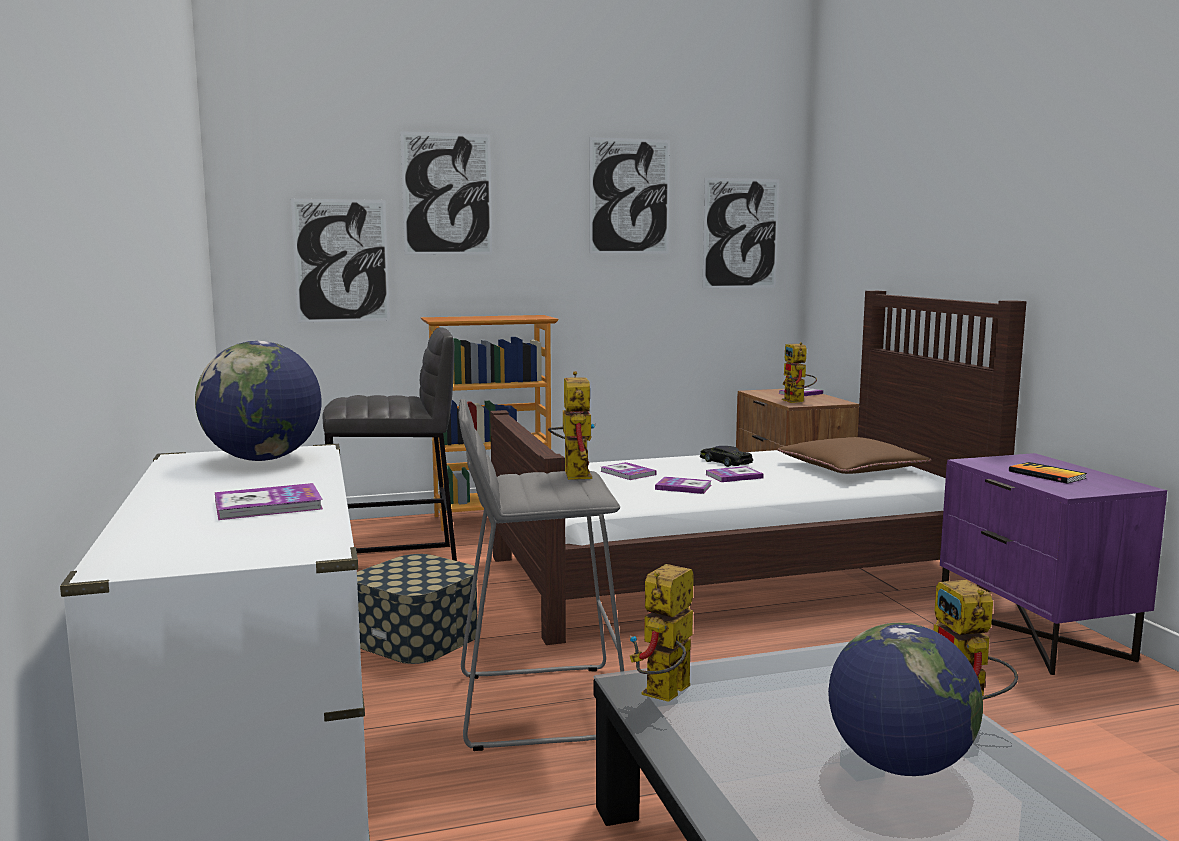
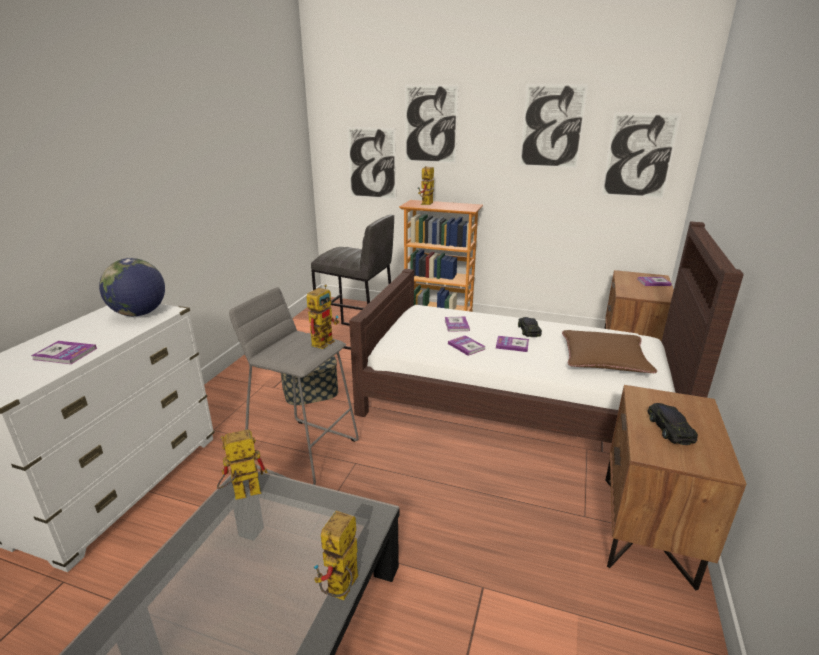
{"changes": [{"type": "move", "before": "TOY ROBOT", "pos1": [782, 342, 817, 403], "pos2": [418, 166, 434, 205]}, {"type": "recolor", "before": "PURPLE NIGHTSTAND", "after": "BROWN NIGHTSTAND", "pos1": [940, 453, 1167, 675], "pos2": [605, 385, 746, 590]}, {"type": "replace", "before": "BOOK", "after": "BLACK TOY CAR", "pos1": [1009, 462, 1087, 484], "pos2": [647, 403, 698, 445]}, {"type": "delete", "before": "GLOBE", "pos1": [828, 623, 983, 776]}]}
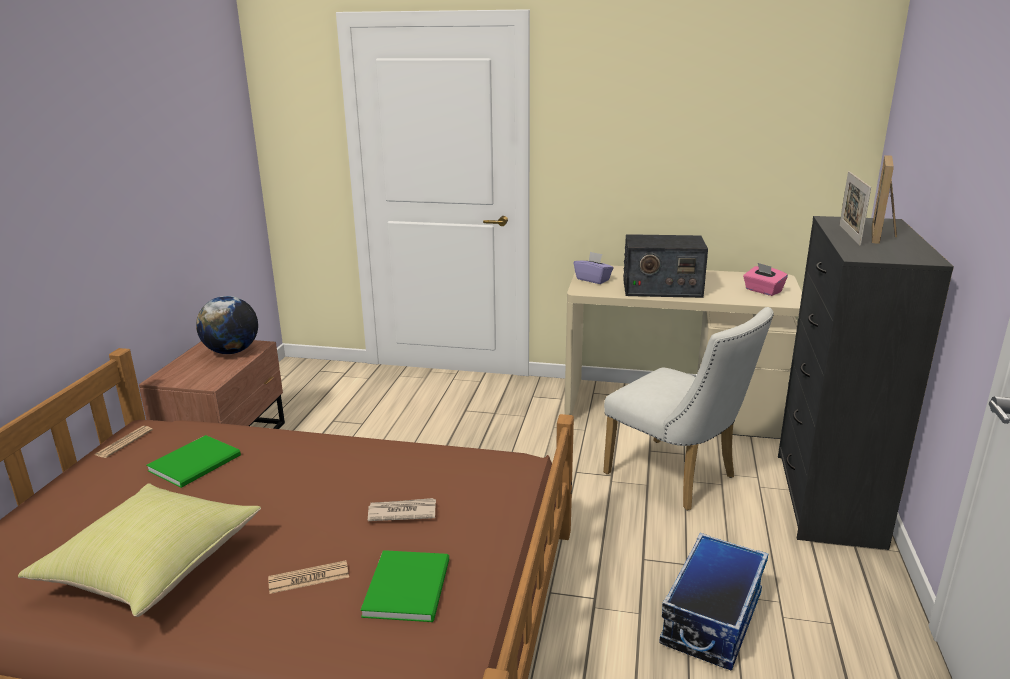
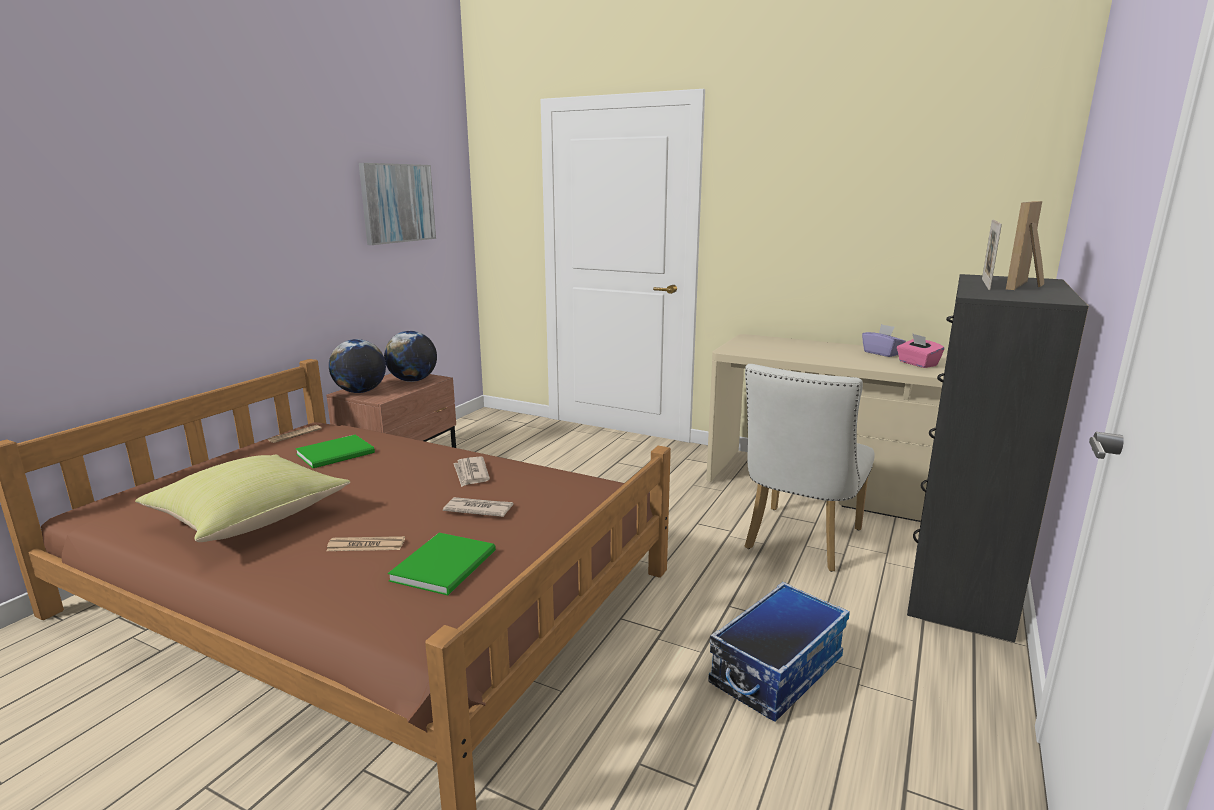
{"changes": [{"type": "delete", "before": "RADIO", "pos1": [623, 234, 708, 298]}, {"type": "move", "before": "PURPLE TISSUE BOX", "pos1": [574, 251, 614, 284], "pos2": [862, 324, 906, 357]}, {"type": "rotate", "before": "WHITE CHAIR", "pos1": [603, 307, 774, 510], "pos2": [745, 364, 875, 572], "turn": 60}, {"type": "insert", "after": "PICTURE", "pos2": [359, 163, 436, 245]}, {"type": "insert", "after": "GLOBE", "pos2": [329, 339, 386, 393]}, {"type": "insert", "after": "NEWSPAPER", "pos2": [453, 456, 490, 487]}]}
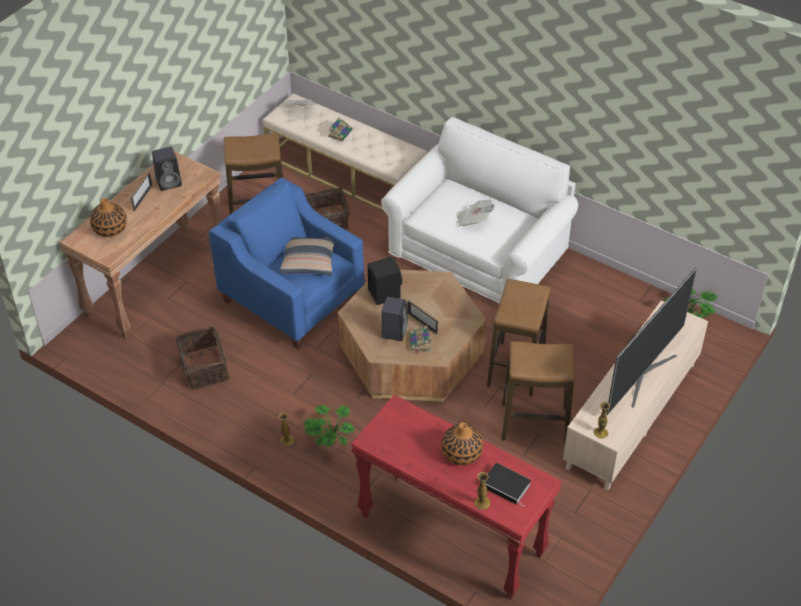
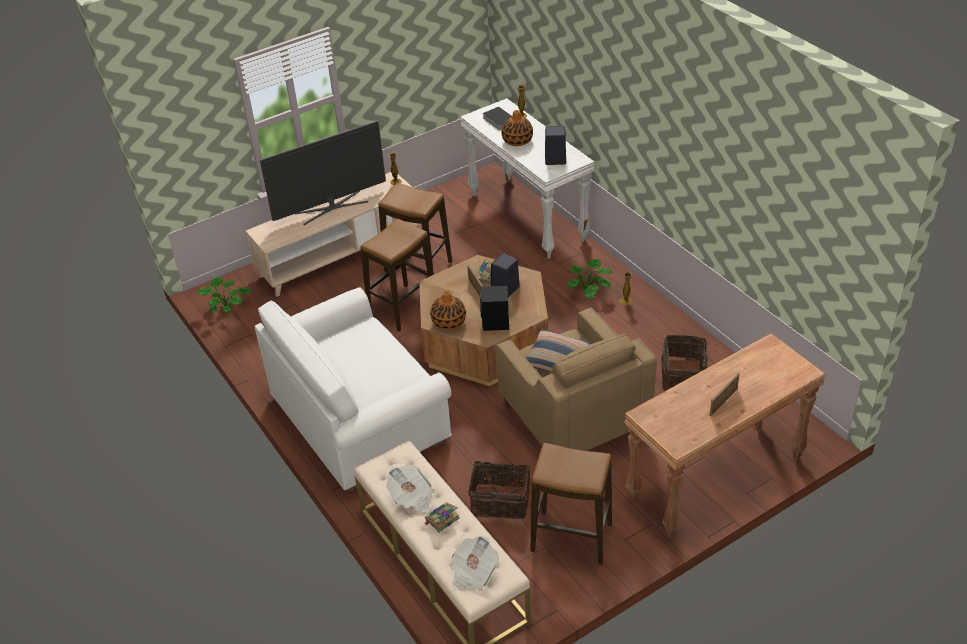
{"changes": [{"type": "move", "before": "BLACK SPEAKER", "pos1": [152, 147, 182, 191], "pos2": [545, 126, 566, 165]}, {"type": "recolor", "before": "BLUE ARMCHAIR", "after": "BEIGE ARMCHAIR", "pos1": [209, 178, 365, 349], "pos2": [496, 307, 657, 451]}, {"type": "move", "before": "VASE", "pos1": [90, 198, 127, 237], "pos2": [430, 291, 466, 330]}, {"type": "move", "before": "NEWSPAPER", "pos1": [456, 200, 495, 226], "pos2": [386, 465, 435, 513]}, {"type": "recolor", "before": "RED CONSOLE TABLE", "after": "WHITE CONSOLE TABLE", "pos1": [351, 394, 562, 600], "pos2": [460, 98, 595, 259]}]}
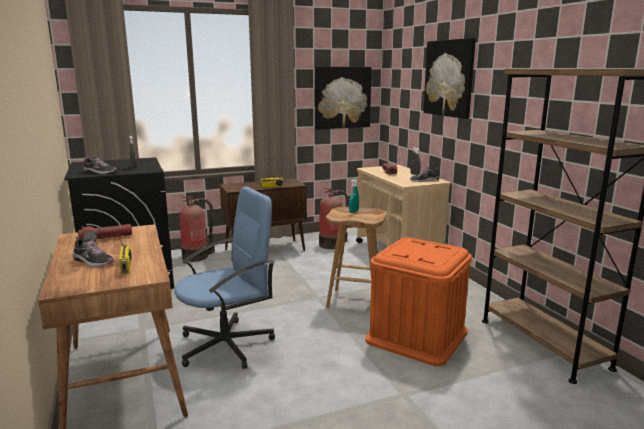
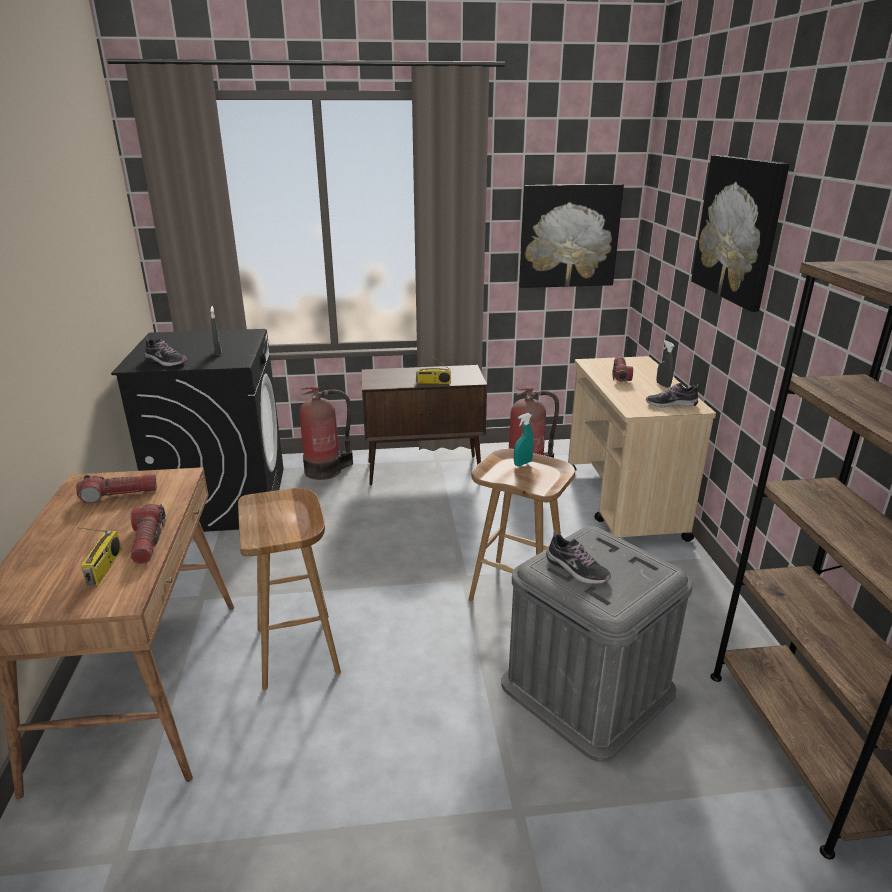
{"changes": [{"type": "replace", "before": "BLUE OFFICE CHAIR", "after": "BROWN STOOL", "pos1": [175, 186, 275, 369], "pos2": [238, 488, 341, 690]}, {"type": "move", "before": "SHOE", "pos1": [73, 236, 114, 267], "pos2": [546, 531, 611, 584]}, {"type": "recolor", "before": "ORANGE STORAGE BOX", "after": "GREY STORAGE BOX", "pos1": [366, 237, 472, 366], "pos2": [501, 526, 693, 762]}, {"type": "insert", "after": "FLASHLIGHT", "pos2": [131, 504, 166, 564]}]}
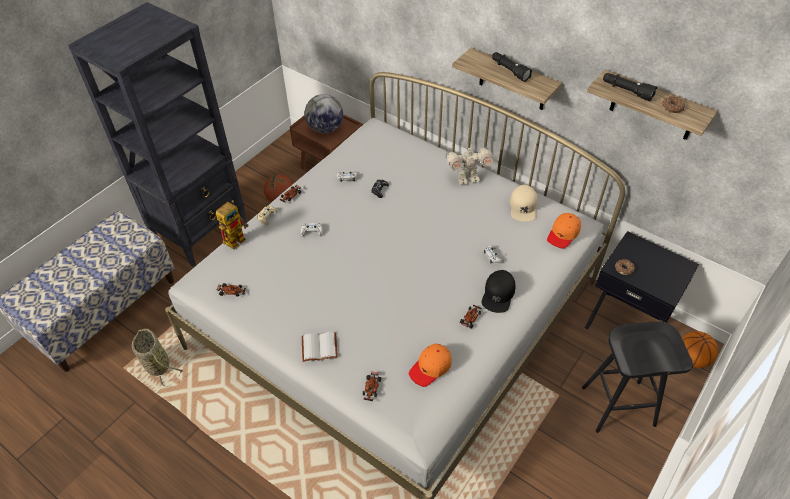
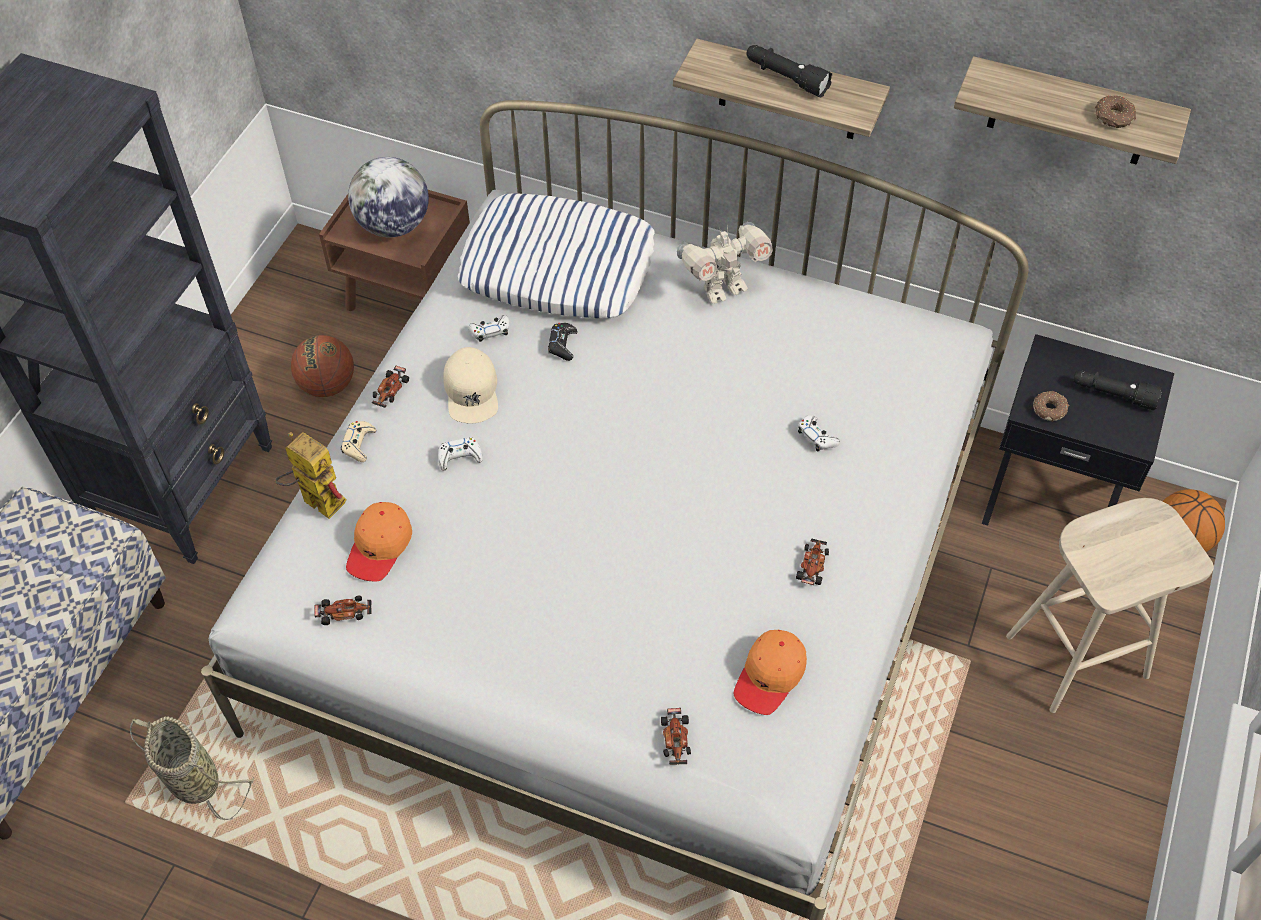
{"changes": [{"type": "move", "before": "BLACK FLASHLIGHT", "pos1": [603, 73, 657, 101], "pos2": [1073, 370, 1162, 410]}, {"type": "move", "before": "BEIGE CAP", "pos1": [510, 185, 538, 222], "pos2": [443, 347, 498, 424]}, {"type": "rotate", "before": "TOY ROBOT", "pos1": [216, 200, 249, 250], "pos2": [275, 432, 347, 519], "turn": -75}, {"type": "move", "before": "ORANGE CAP", "pos1": [547, 213, 581, 249], "pos2": [346, 502, 412, 581]}, {"type": "delete", "before": "BLACK CAP", "pos1": [482, 270, 515, 313]}, {"type": "recolor", "before": "BLACK STOOL", "after": "BEIGE STOOL", "pos1": [582, 322, 693, 433], "pos2": [1006, 498, 1214, 713]}, {"type": "delete", "before": "WHITE BOOK", "pos1": [302, 332, 338, 362]}, {"type": "insert", "after": "PILLOW", "pos2": [458, 194, 655, 319]}]}
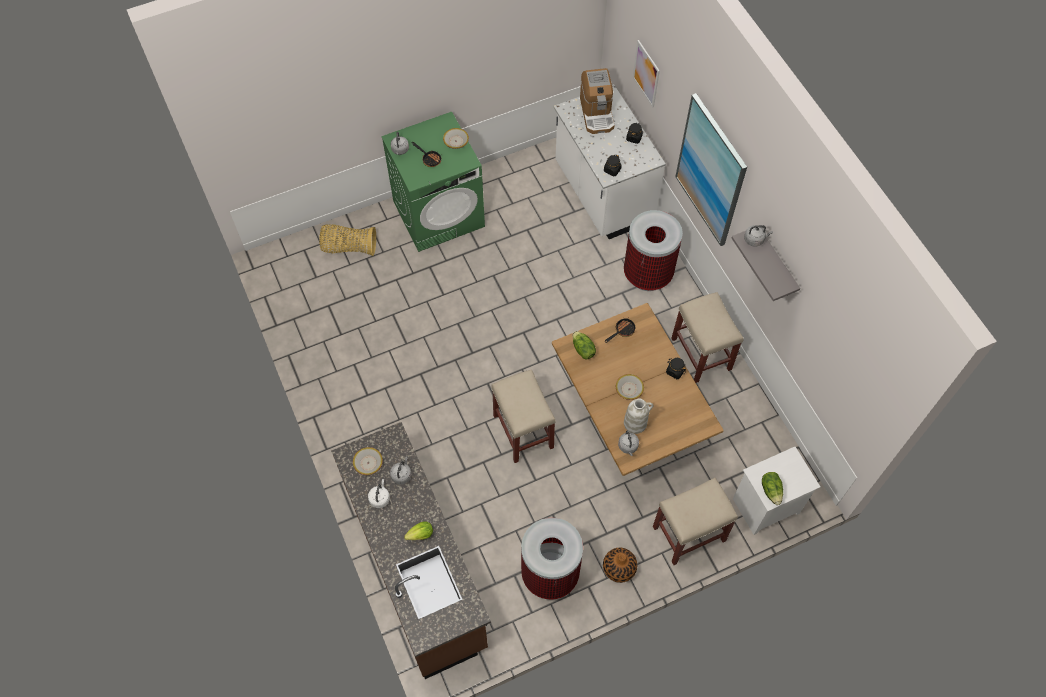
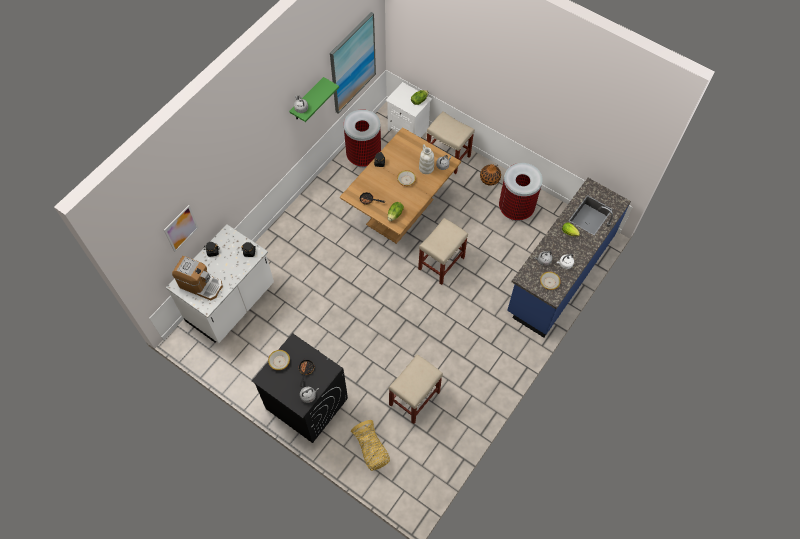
{"changes": [{"type": "rotate", "before": "COFFEE MACHINE", "pos1": [580, 68, 614, 134], "pos2": [172, 256, 223, 300], "turn": 60}, {"type": "move", "before": "PICTURE", "pos1": [675, 93, 747, 246], "pos2": [330, 12, 376, 113]}, {"type": "recolor", "before": "GREEN WASHING MACHINE", "after": "BLACK WASHING MACHINE", "pos1": [381, 112, 485, 252], "pos2": [252, 333, 348, 443]}, {"type": "move", "before": "TRASH CAN", "pos1": [624, 210, 683, 291], "pos2": [344, 109, 381, 168]}, {"type": "recolor", "before": "GREY SHELF", "after": "GREEN SHELF", "pos1": [731, 231, 800, 301], "pos2": [289, 77, 339, 122]}, {"type": "move", "before": "BEIGE STOOL", "pos1": [671, 292, 744, 383], "pos2": [389, 354, 443, 424]}, {"type": "recolor", "before": "BROWN COUNTER", "after": "BLUE COUNTER", "pos1": [331, 422, 491, 679], "pos2": [507, 178, 631, 338]}]}
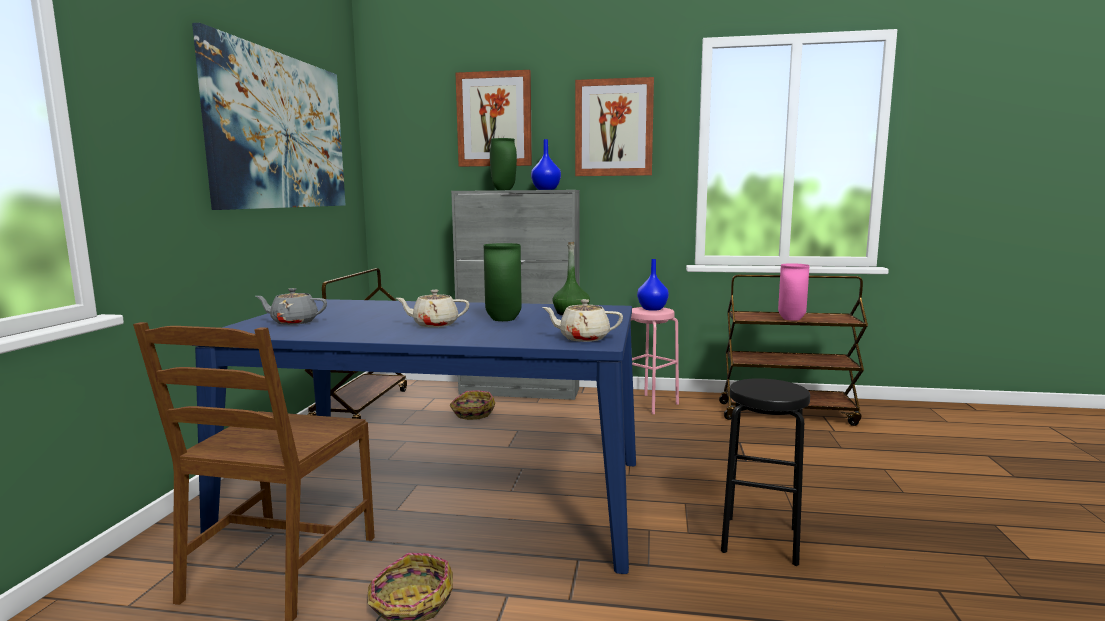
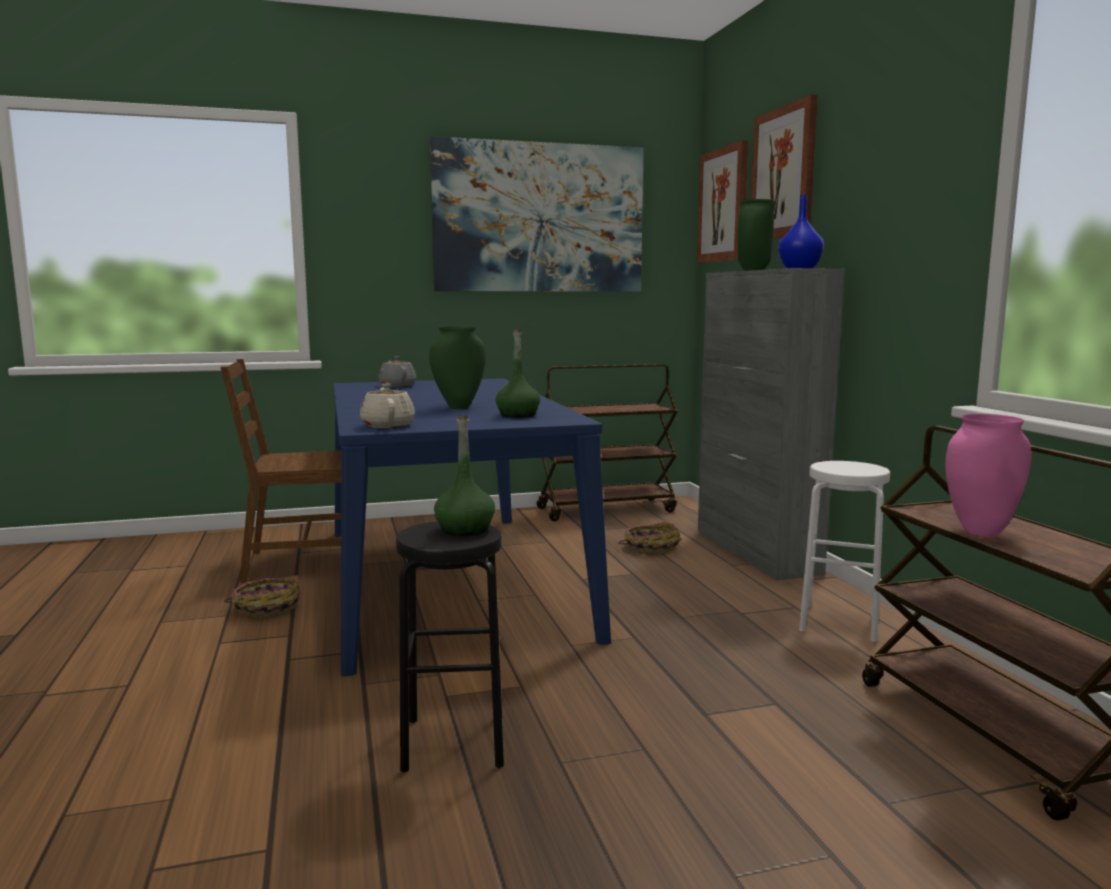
{"changes": [{"type": "move", "before": "PICTURE", "pos1": [575, 77, 654, 176], "pos2": [697, 140, 748, 263]}, {"type": "delete", "before": "BLUE VASE", "pos1": [637, 259, 669, 311]}, {"type": "delete", "before": "BEIGE TEAPOT", "pos1": [396, 290, 469, 327]}, {"type": "recolor", "before": "PINK STOOL", "after": "WHITE STOOL", "pos1": [631, 307, 679, 414], "pos2": [799, 461, 890, 642]}, {"type": "insert", "after": "GREEN BOTTLE", "pos2": [434, 415, 495, 536]}]}
